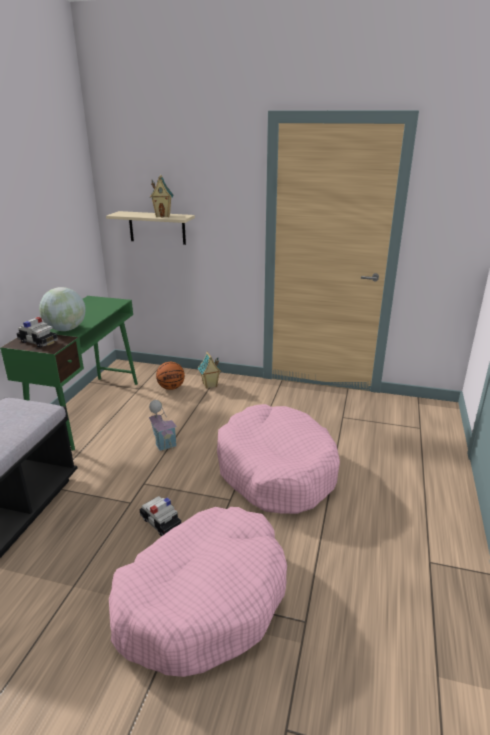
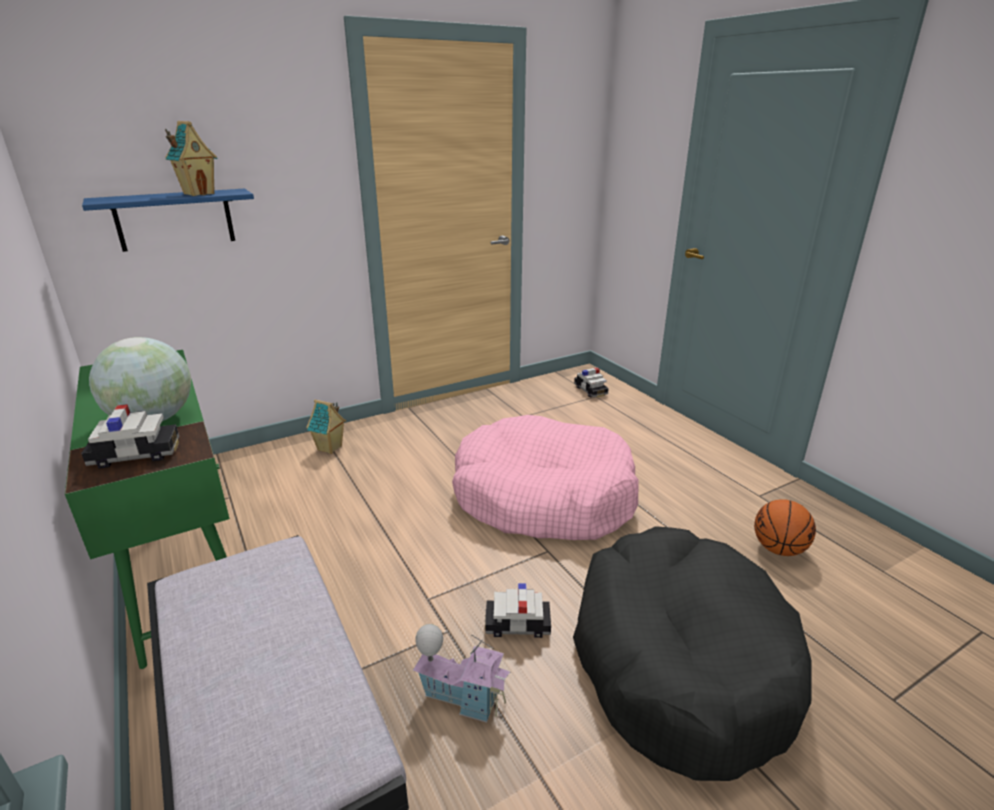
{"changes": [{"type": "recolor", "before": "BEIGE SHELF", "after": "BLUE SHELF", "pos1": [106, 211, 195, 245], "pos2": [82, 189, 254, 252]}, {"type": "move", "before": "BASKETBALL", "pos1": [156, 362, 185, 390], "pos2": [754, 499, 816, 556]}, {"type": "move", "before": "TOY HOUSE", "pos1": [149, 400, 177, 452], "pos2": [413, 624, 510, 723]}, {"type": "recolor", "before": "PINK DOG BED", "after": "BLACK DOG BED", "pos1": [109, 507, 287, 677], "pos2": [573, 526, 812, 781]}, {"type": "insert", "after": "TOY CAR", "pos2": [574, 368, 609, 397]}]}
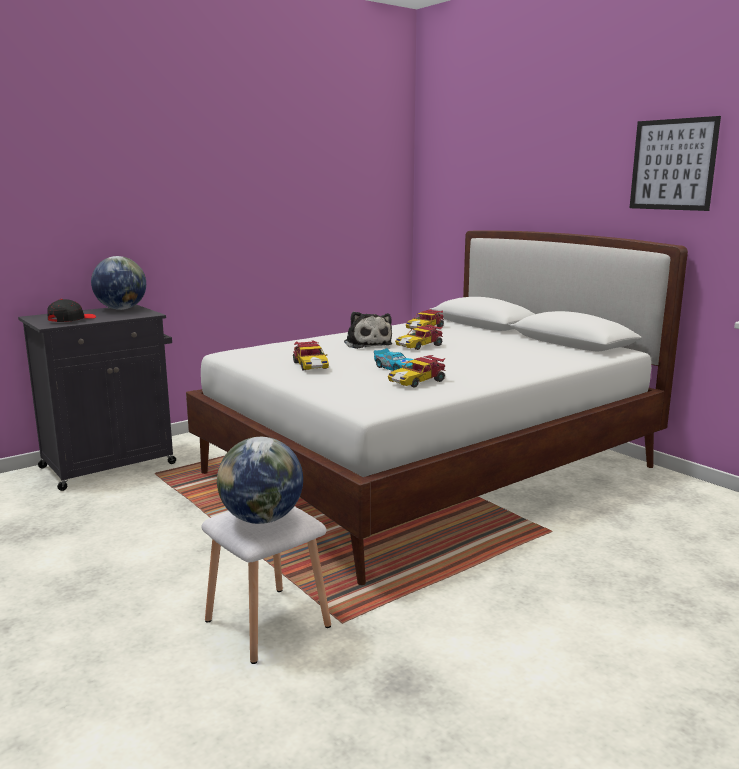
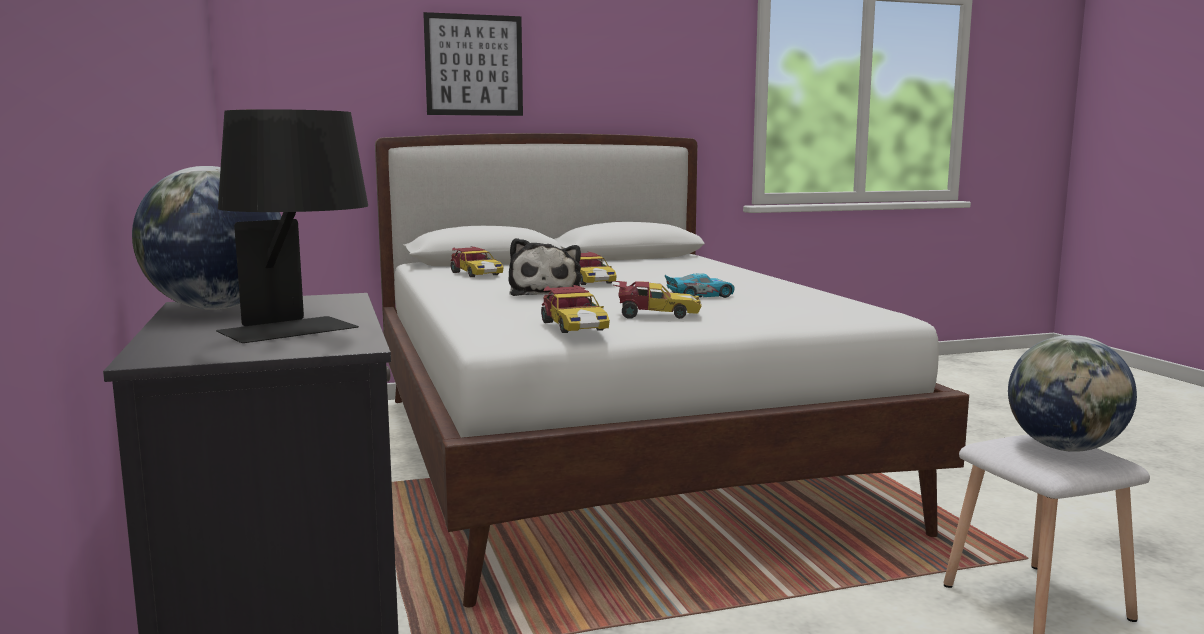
{"changes": [{"type": "move", "before": "PICTURE", "pos1": [630, 116, 721, 211], "pos2": [423, 12, 523, 116]}, {"type": "replace", "before": "BLACK CAP", "after": "BLACK TABLE LAMP", "pos1": [47, 299, 96, 322], "pos2": [216, 109, 368, 343]}, {"type": "rotate", "before": "PLUSH TOY", "pos1": [344, 311, 392, 349], "pos2": [508, 238, 581, 296], "turn": 90}, {"type": "move", "before": "TOY CAR", "pos1": [388, 355, 445, 388], "pos2": [541, 285, 610, 333]}]}
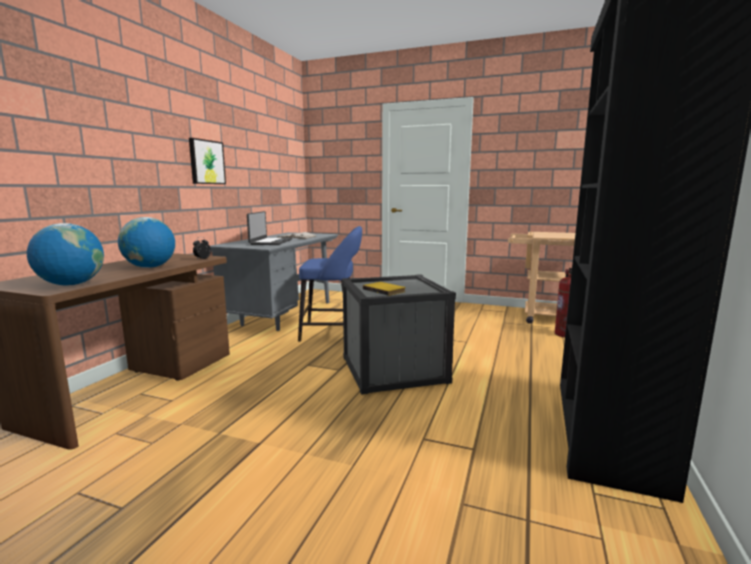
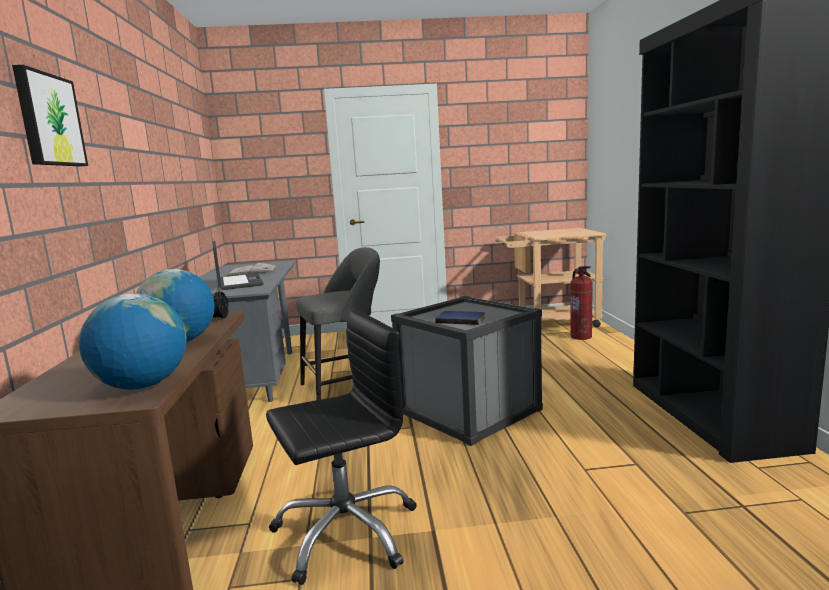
{"changes": [{"type": "move", "before": "PICTURE", "pos1": [189, 138, 226, 184], "pos2": [12, 65, 88, 166]}, {"type": "recolor", "before": "BLUE STOOL", "after": "GREY STOOL", "pos1": [298, 226, 362, 342], "pos2": [296, 247, 380, 400]}, {"type": "recolor", "before": "YELLOW BOOK", "after": "BLUE BOOK", "pos1": [363, 282, 406, 296], "pos2": [435, 311, 485, 325]}, {"type": "insert", "after": "BLACK OFFICE CHAIR", "pos2": [266, 309, 417, 585]}]}
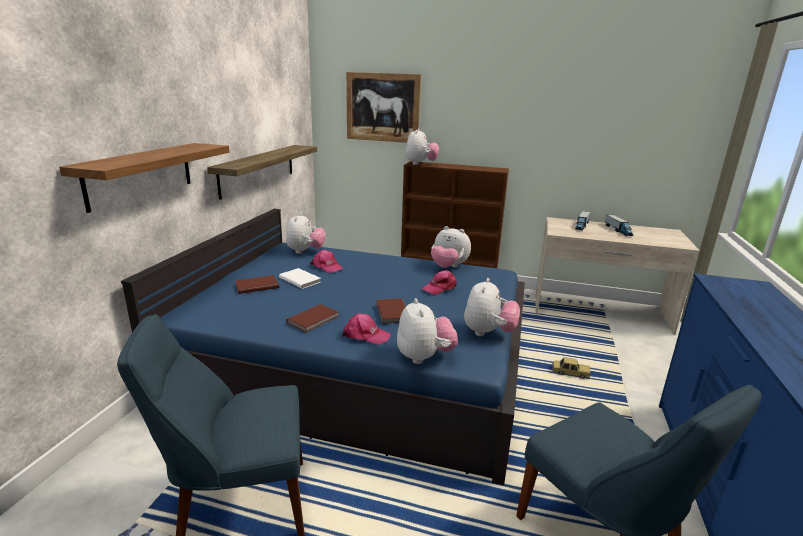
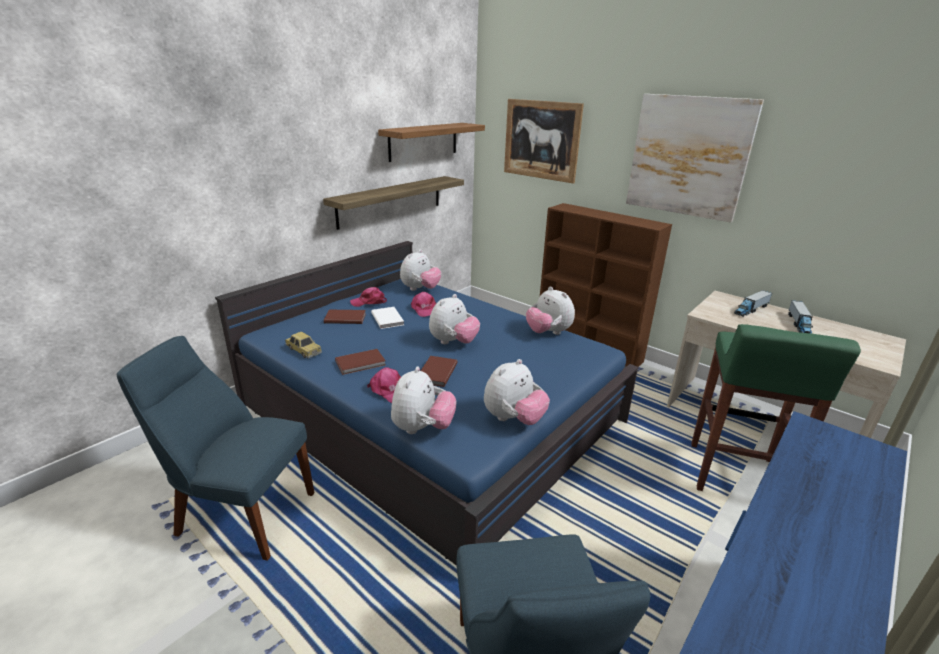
{"changes": [{"type": "move", "before": "PLUSH TOY", "pos1": [405, 129, 439, 165], "pos2": [429, 294, 480, 344]}, {"type": "move", "before": "SHELF", "pos1": [59, 143, 229, 213], "pos2": [378, 123, 485, 162]}, {"type": "move", "before": "PINK CAP", "pos1": [422, 270, 457, 295], "pos2": [350, 287, 387, 307]}, {"type": "move", "before": "TOY CAR", "pos1": [552, 357, 591, 379], "pos2": [285, 332, 322, 358]}, {"type": "insert", "after": "PICTURE", "pos2": [626, 94, 764, 222]}, {"type": "insert", "after": "GREEN STOOL", "pos2": [691, 324, 861, 491]}]}
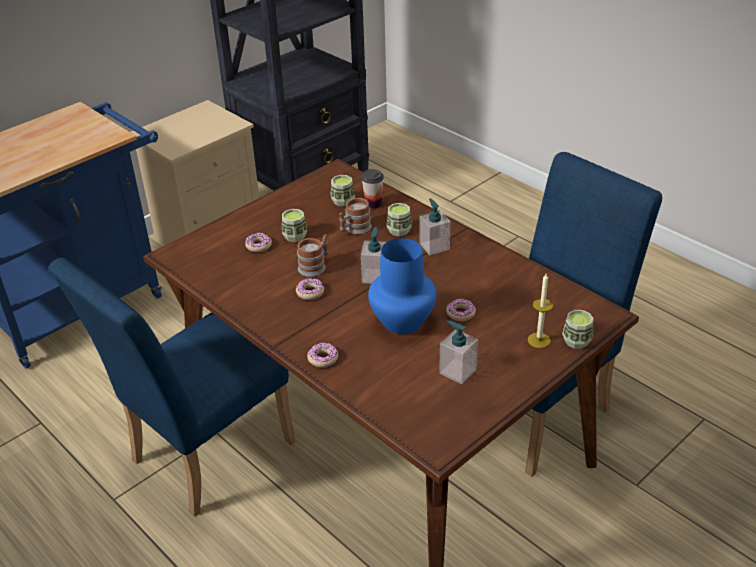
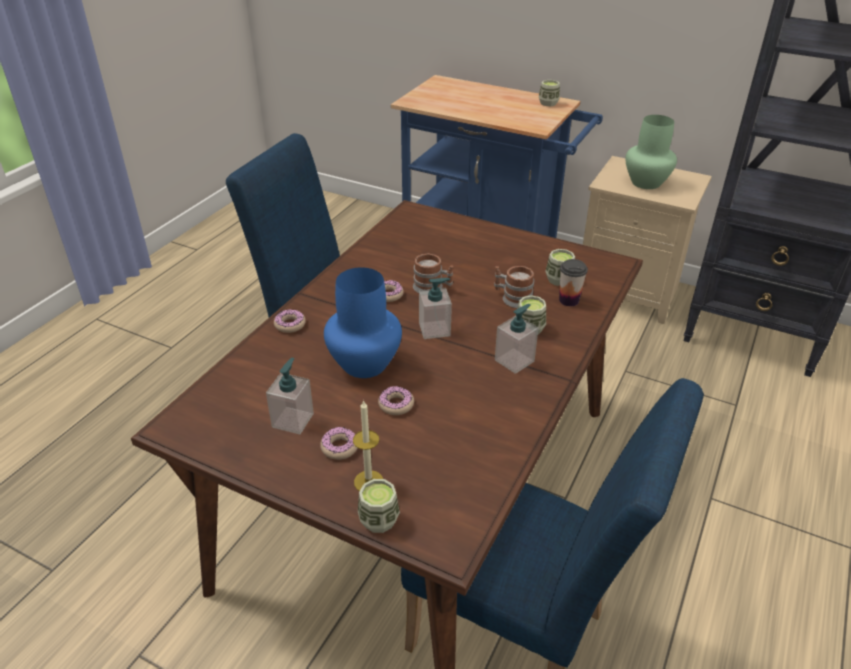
{"changes": [{"type": "move", "before": "CUP", "pos1": [282, 209, 307, 242], "pos2": [539, 80, 560, 106]}, {"type": "move", "before": "DONUT", "pos1": [245, 233, 272, 252], "pos2": [320, 427, 358, 460]}, {"type": "insert", "after": "GREEN VASE", "pos2": [626, 115, 677, 189]}]}
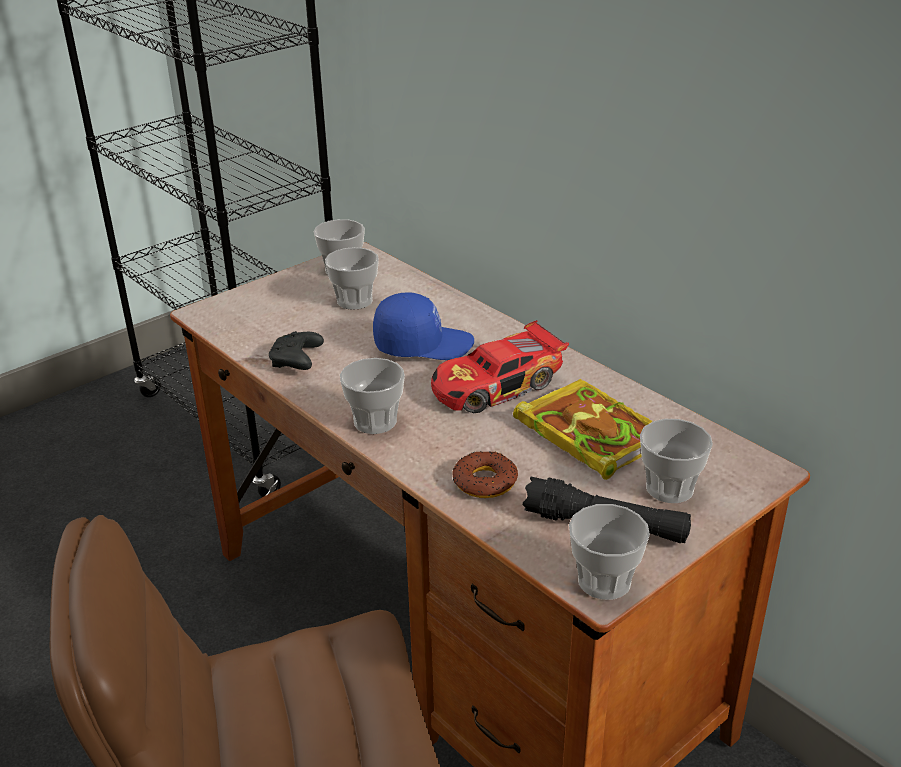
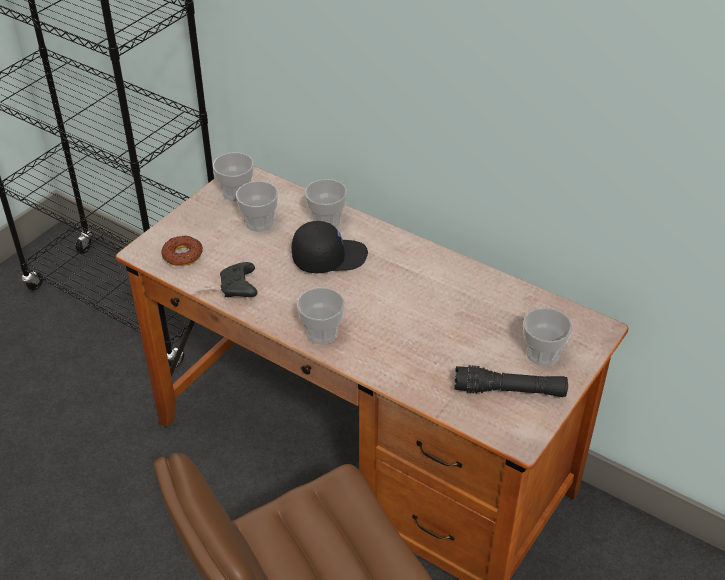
{"changes": [{"type": "recolor", "before": "BLUE CAP", "after": "BLACK CAP", "pos1": [373, 293, 474, 360], "pos2": [292, 221, 368, 273]}, {"type": "delete", "before": "TOY CAR", "pos1": [431, 320, 569, 413]}, {"type": "delete", "before": "BOOK", "pos1": [513, 379, 653, 480]}, {"type": "move", "before": "DONUT", "pos1": [452, 451, 518, 498], "pos2": [161, 235, 203, 266]}, {"type": "move", "before": "CUP", "pos1": [569, 504, 650, 600], "pos2": [305, 179, 347, 227]}]}
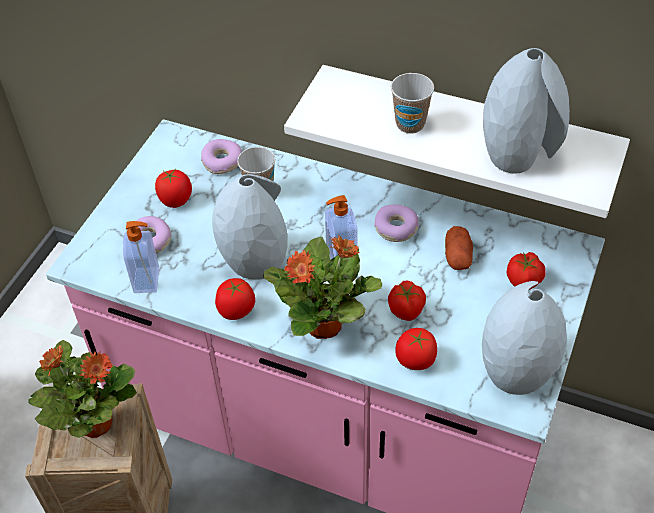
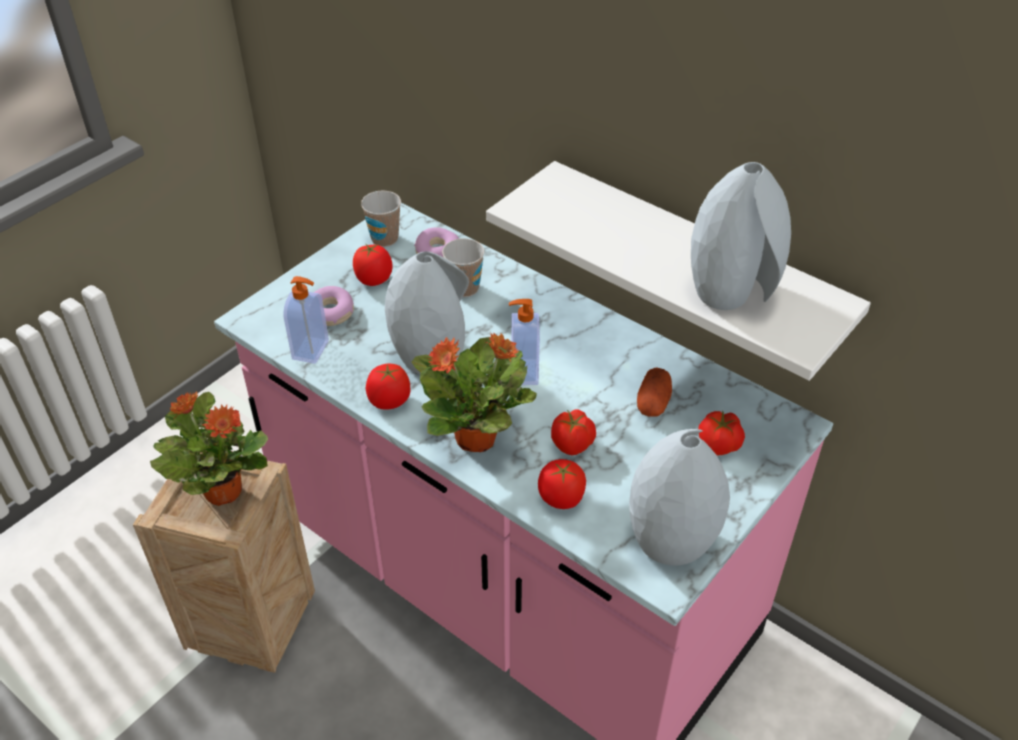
{"changes": [{"type": "move", "before": "CUP", "pos1": [391, 73, 434, 134], "pos2": [361, 190, 401, 247]}, {"type": "delete", "before": "DONUT", "pos1": [374, 204, 419, 242]}]}
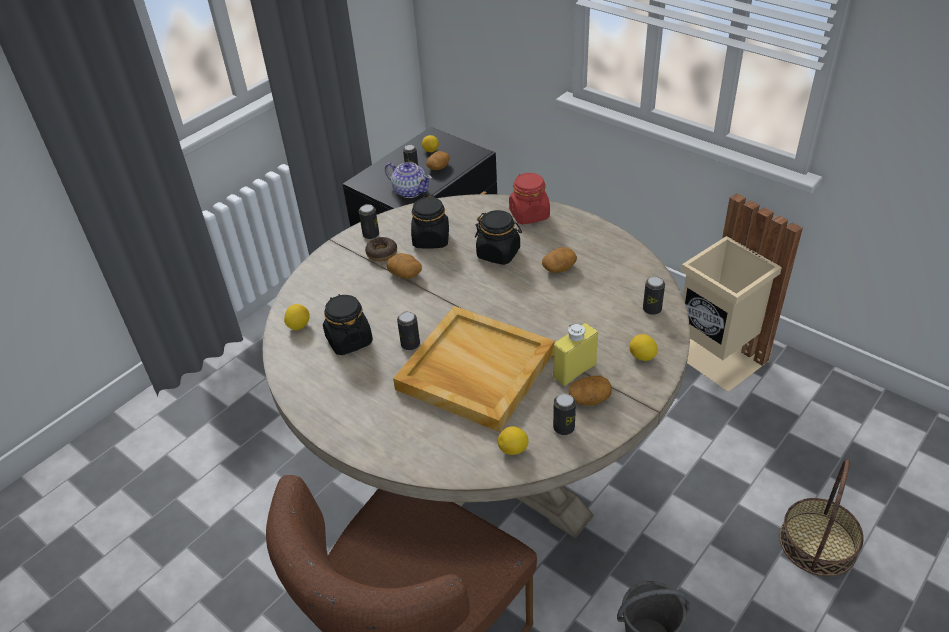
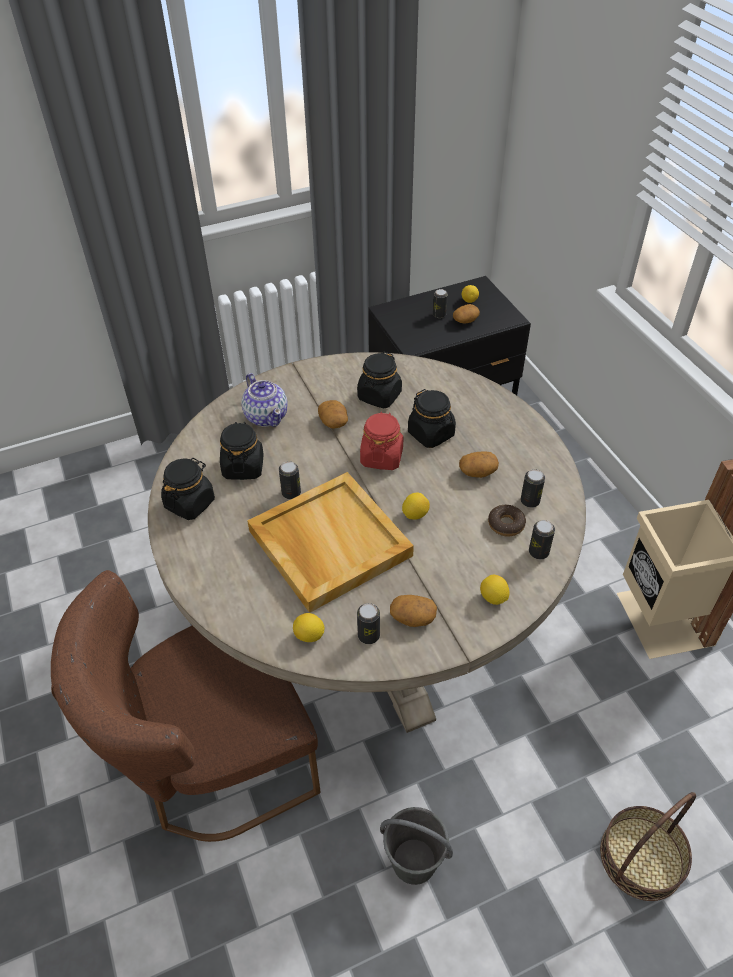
{"changes": [{"type": "move", "before": "TEAPOT", "pos1": [385, 162, 432, 198], "pos2": [241, 373, 288, 427]}, {"type": "move", "before": "RED JAR", "pos1": [509, 173, 550, 224], "pos2": [360, 412, 403, 470]}, {"type": "move", "before": "CAN", "pos1": [359, 204, 379, 239], "pos2": [521, 469, 545, 508]}, {"type": "move", "before": "DONUT", "pos1": [365, 237, 397, 261], "pos2": [488, 505, 526, 537]}, {"type": "move", "before": "LEMON", "pos1": [284, 304, 310, 331], "pos2": [402, 493, 430, 520]}, {"type": "delete", "before": "YELLOW BOTTLE", "pos1": [553, 323, 598, 386]}, {"type": "insert", "after": "BLACK JAR", "pos2": [161, 458, 215, 520]}]}
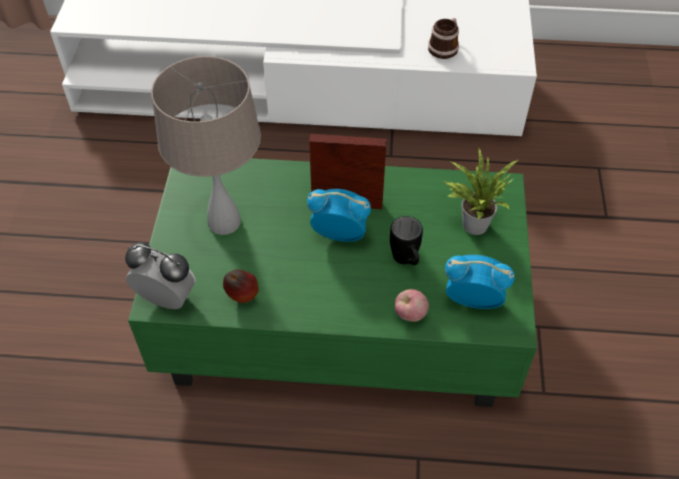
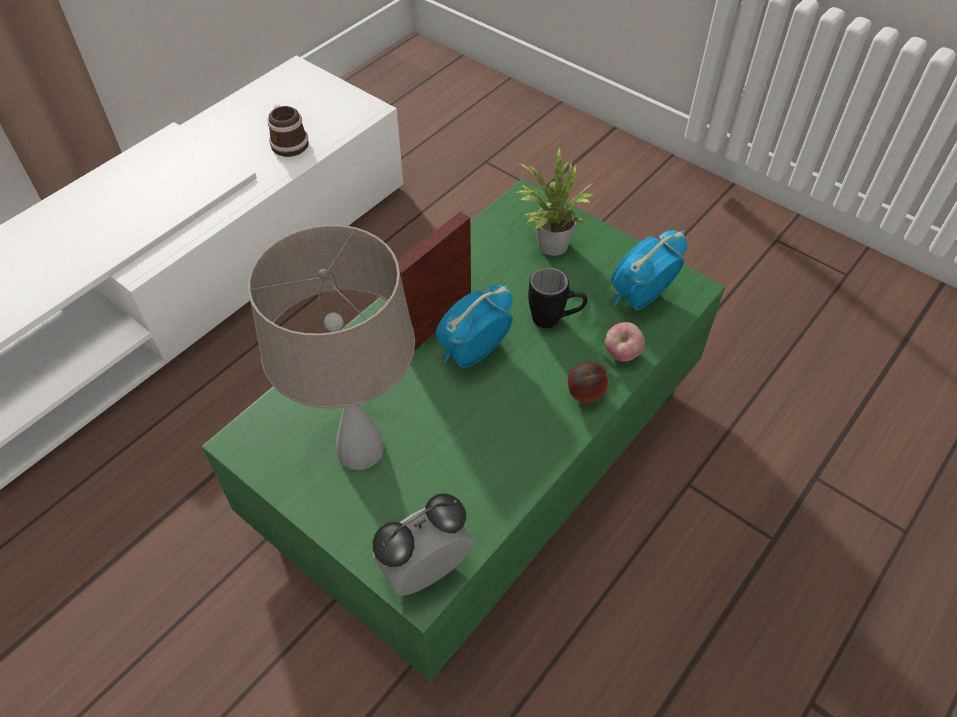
{"changes": [{"type": "move", "before": "APPLE", "pos1": [223, 269, 258, 303], "pos2": [568, 362, 608, 403]}]}
